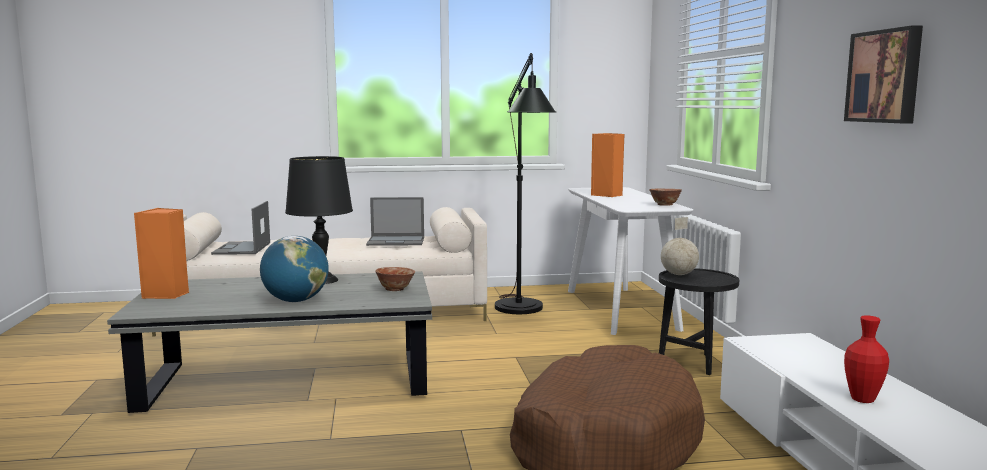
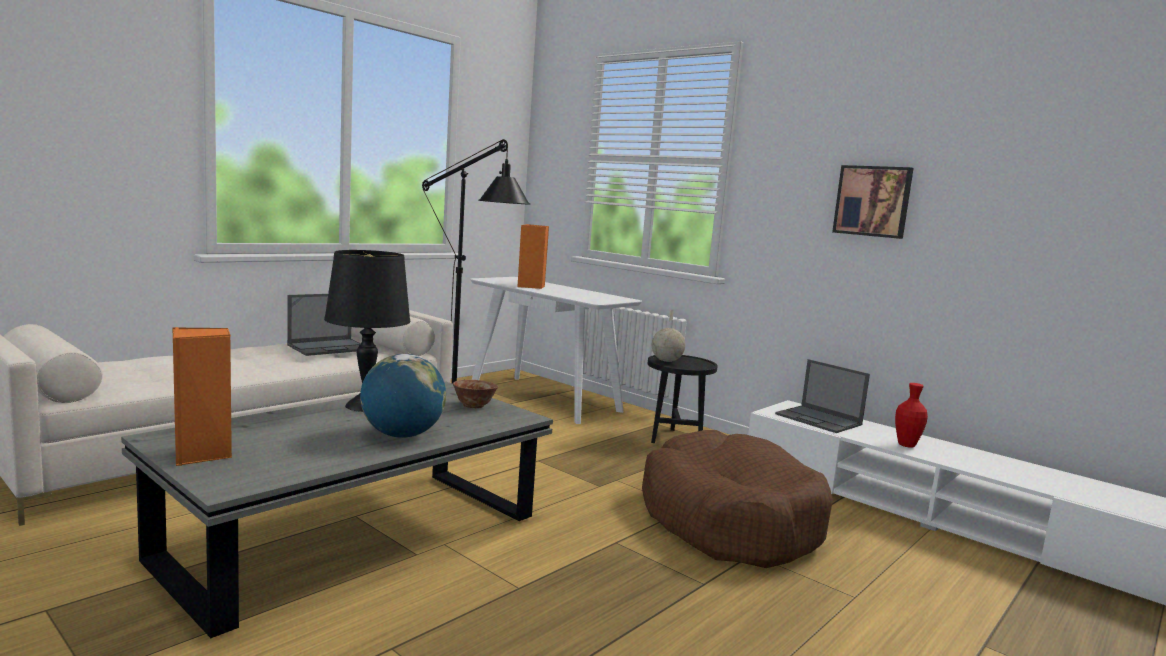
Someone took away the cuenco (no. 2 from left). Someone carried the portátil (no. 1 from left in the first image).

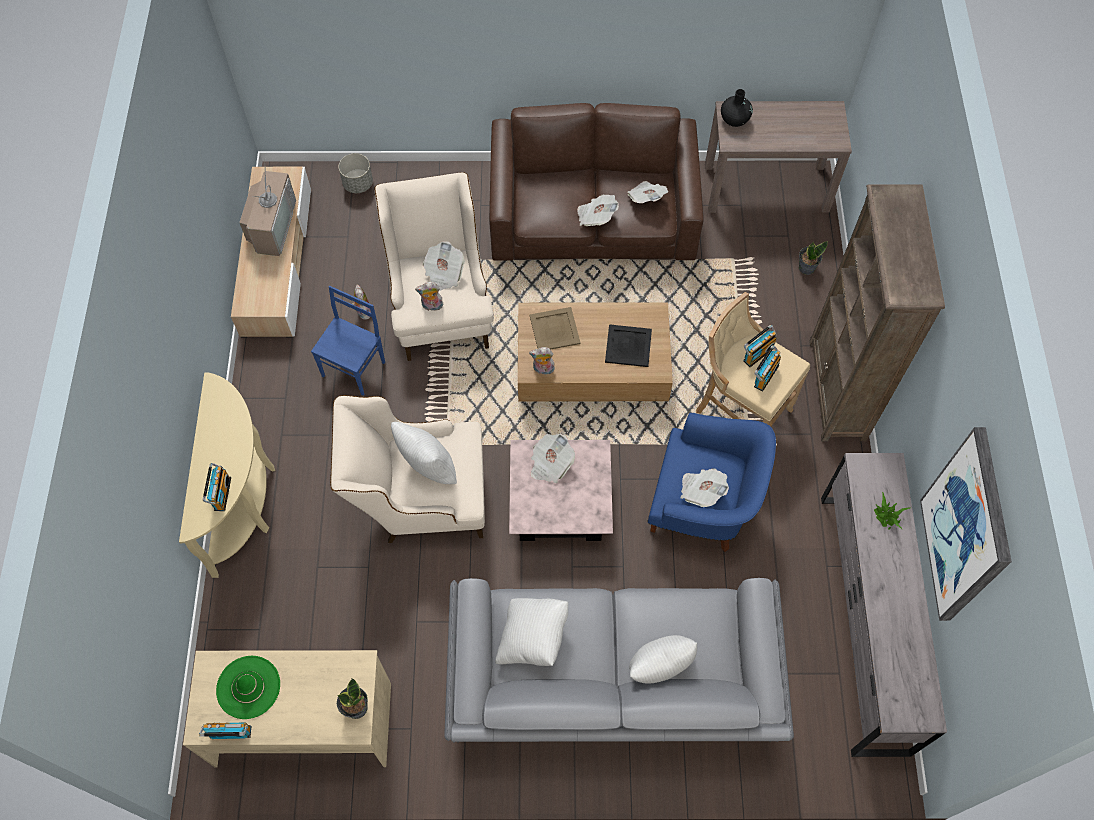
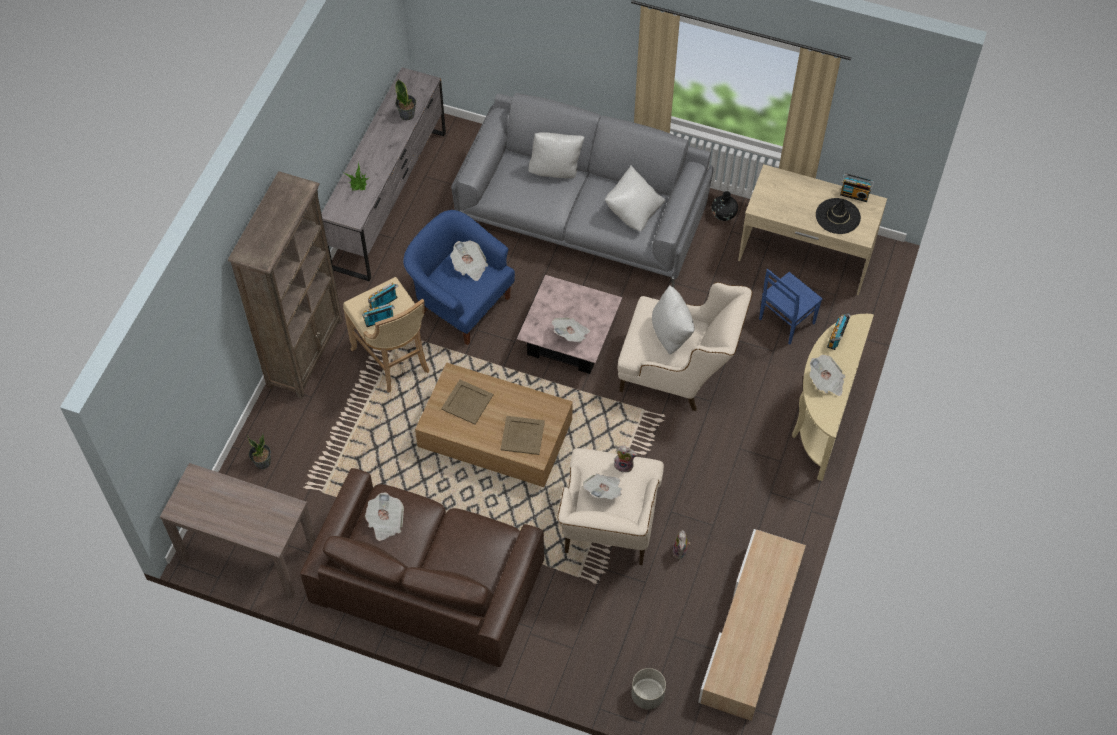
Someone carried the florero/negro. Someone took away the televisor. Someone carried the periódico (no. 3 from left in the first image). Someone carried the silla/azul. Someone repainted the bandeja/negro, which became the bandeja/beis (no. 1 from left). Someone took away the peluche (no. 3 from left). Someone took away the cuadro. Someone repainted the sombrero/verde, which became the sombrero/negro. Someone carried the planta en maceta (no. 1 from left in the first image).

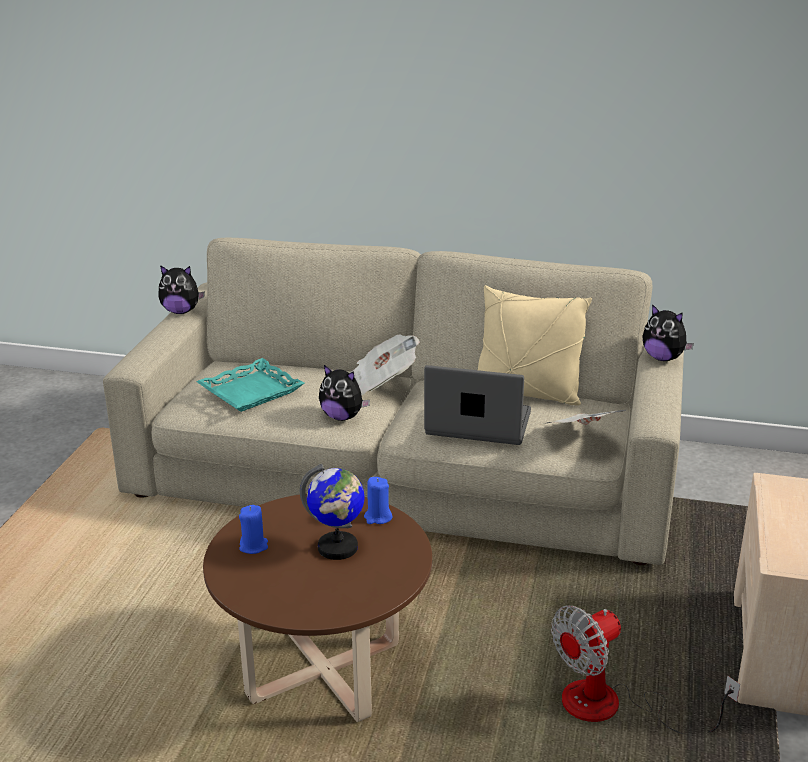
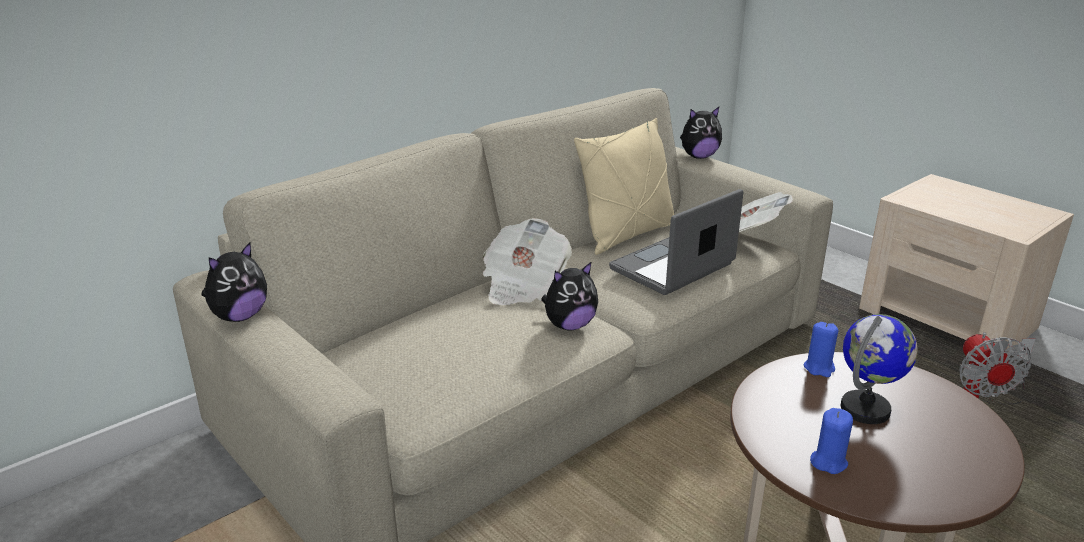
Someone took away the bandeja/turquesa.

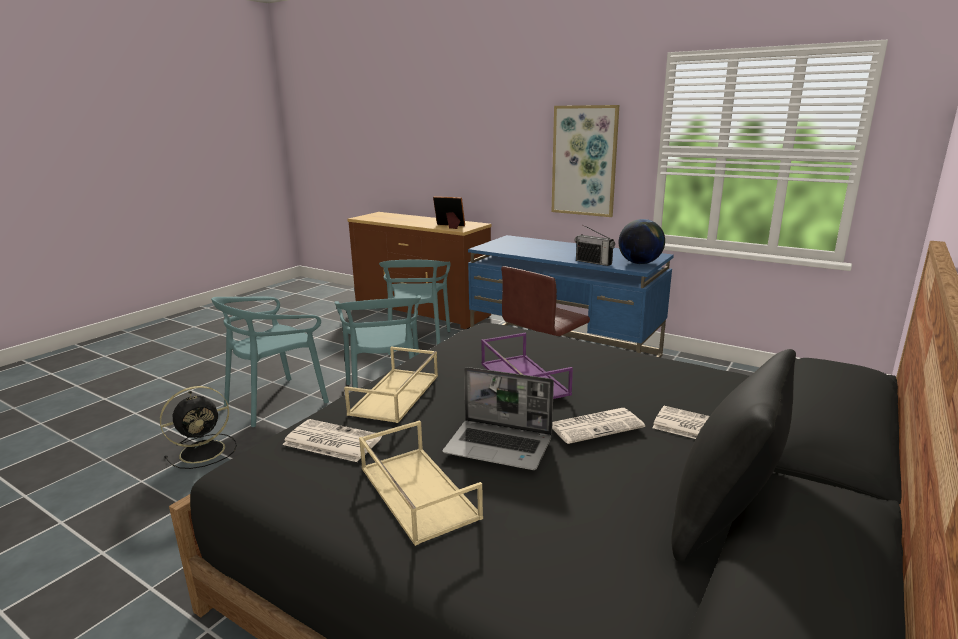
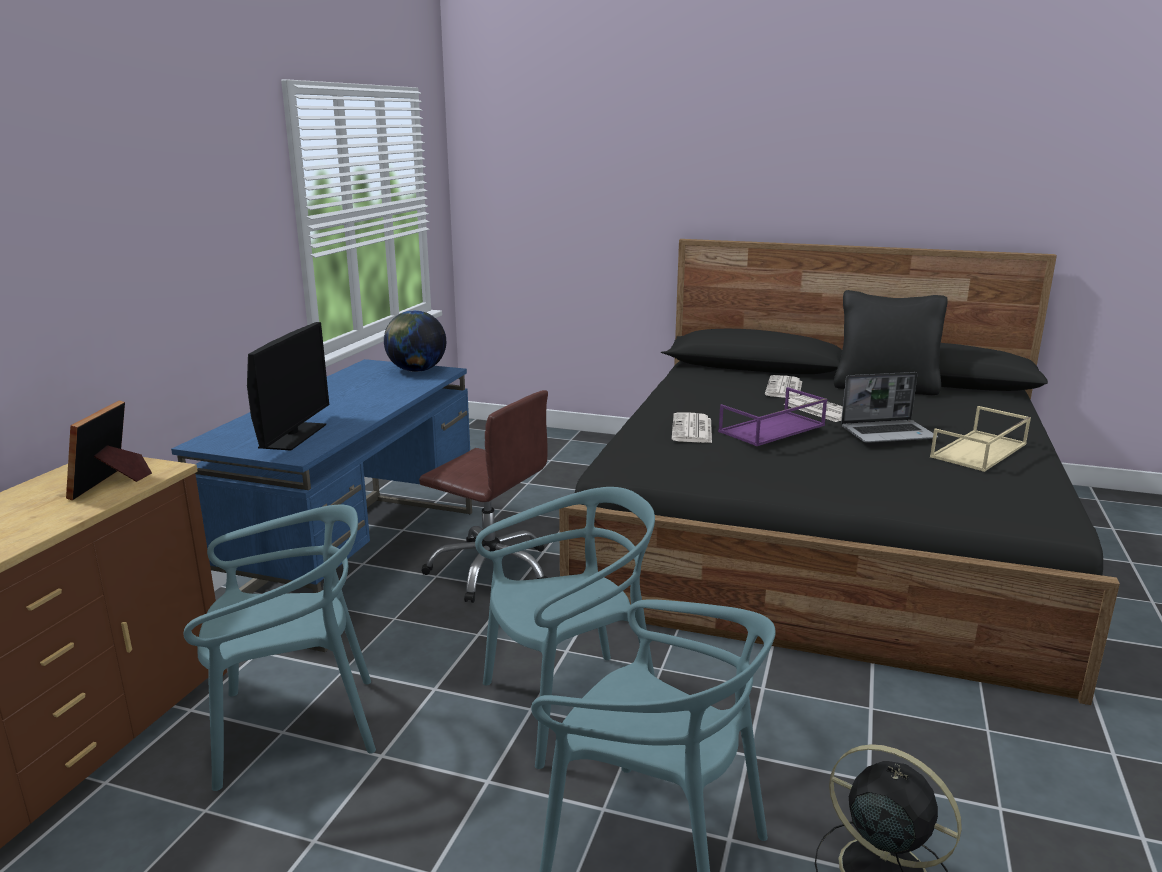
Someone took away the cuadro. Someone took away the radio. Someone took away the bandeja/beis (no. 1 from left). Someone rotated the portátil by 75 degrees clockwise. Someone carried the periódico (no. 1 from left). Someone put down the monitor.

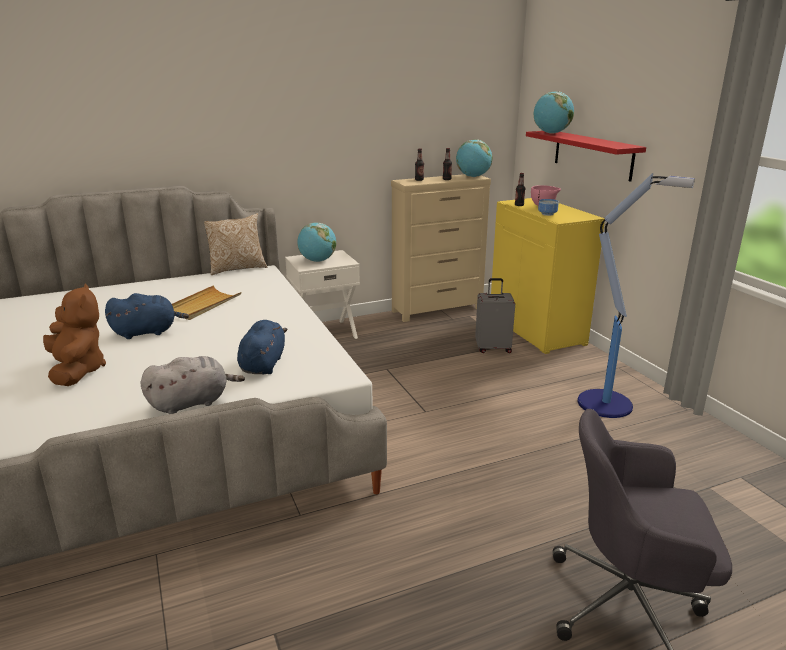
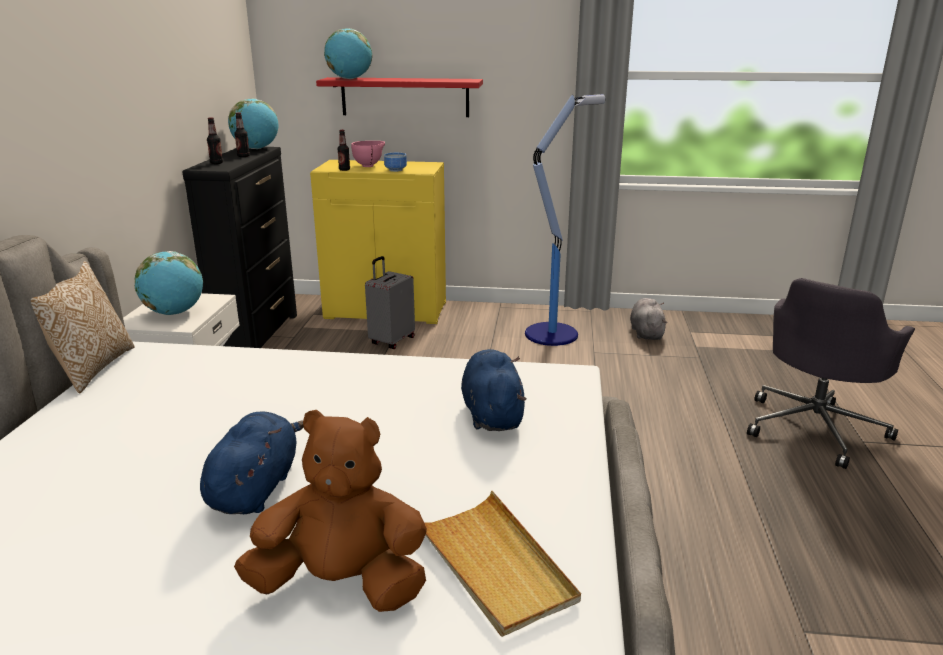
Someone repainted the cómoda/beis, which became the cómoda/negro. Someone carried the bandeja/beis. Someone rotated the peluche/azul (no. 2 from left) by 45 degrees clockwise. Someone carried the peluche/gris.

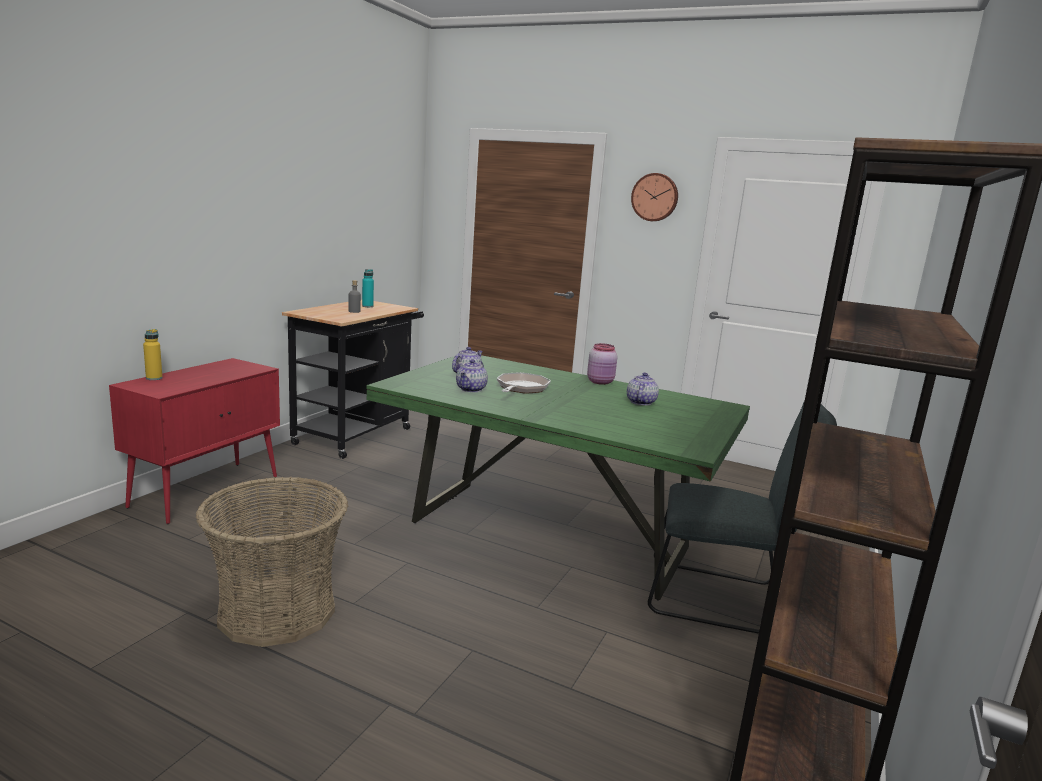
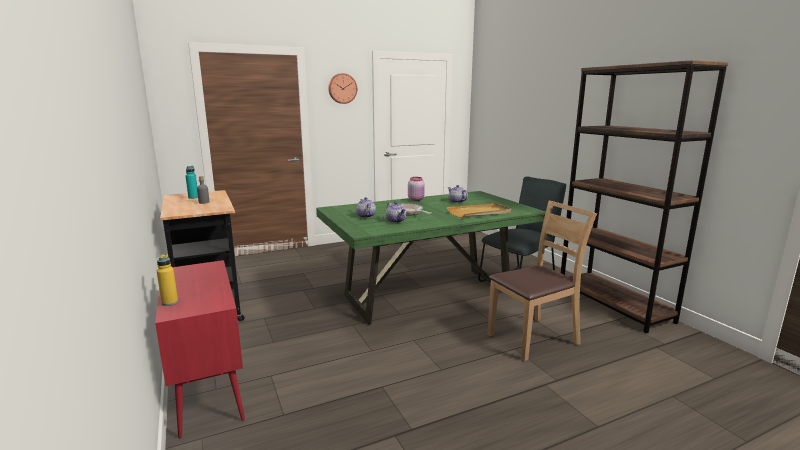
Someone took away the cesta. Someone put down the silla/marrón. Someone put down the bandeja/beis.

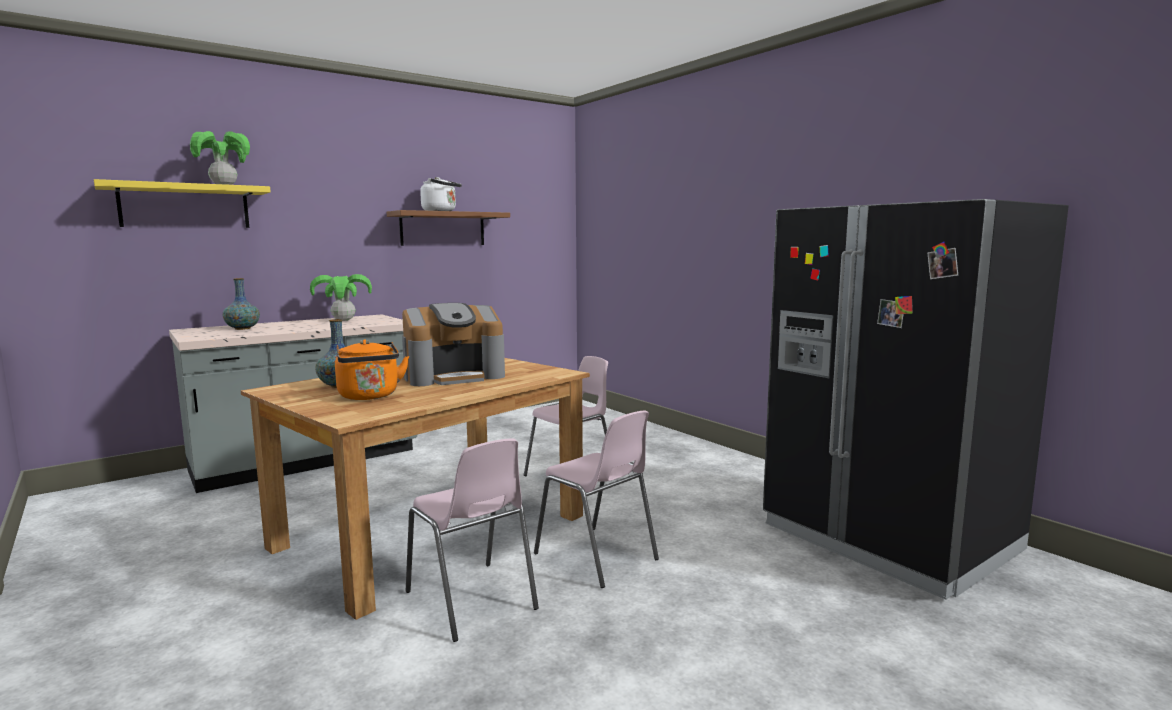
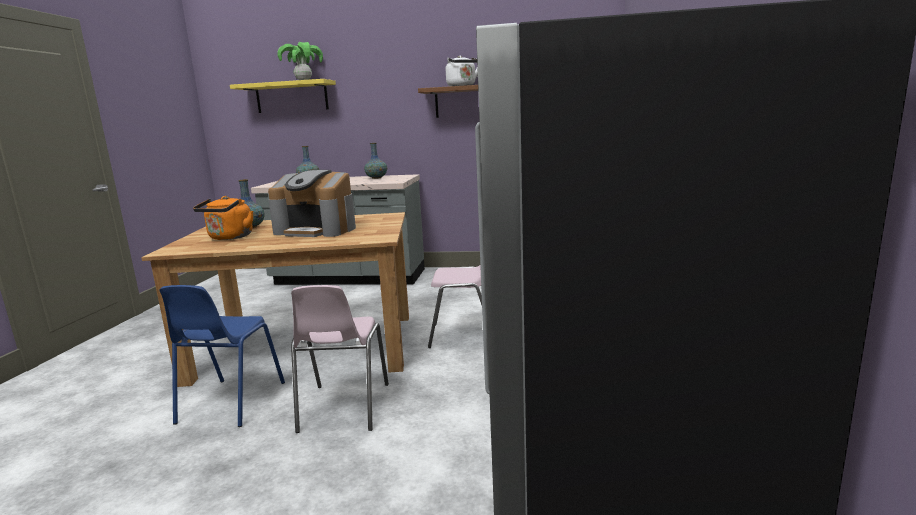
Someone swapped the planta en maceta (no. 2 from left) for the florero (no. 3 from left). Someone repainted the silla/rosa (no. 1 from left), which became the silla/azul.

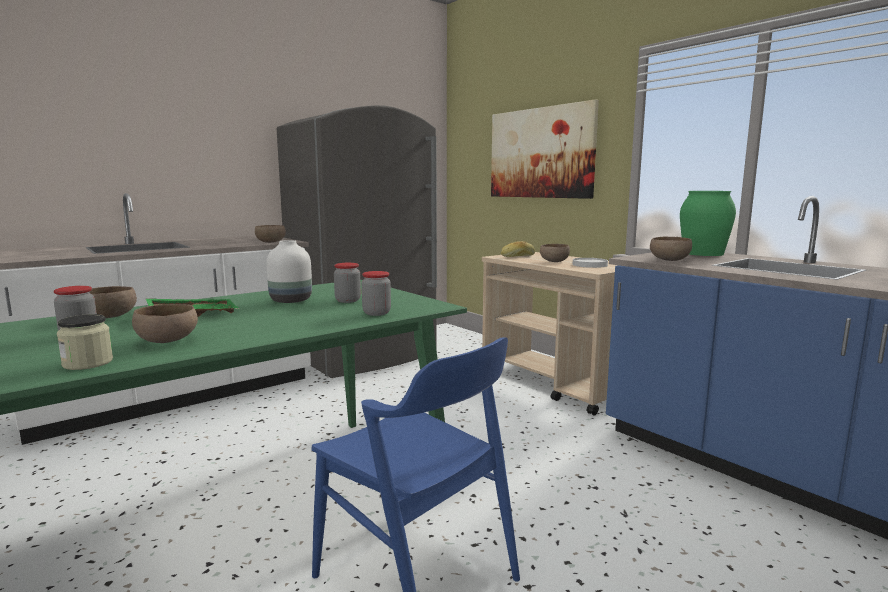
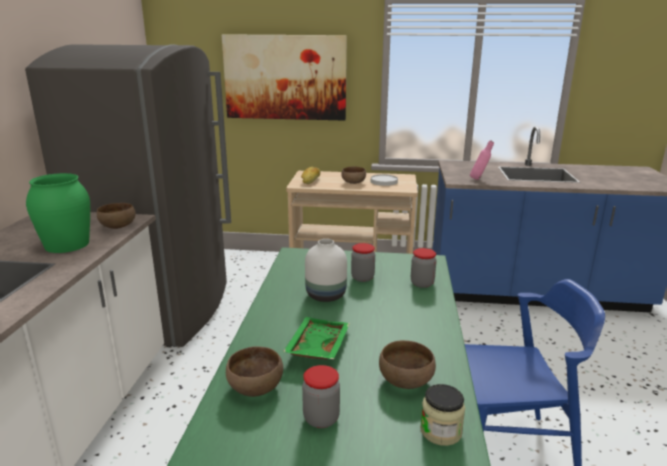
Someone carried the florero/verde. Someone swapped the cuenco/marrón (no. 5 from left) for the botella/rosa.

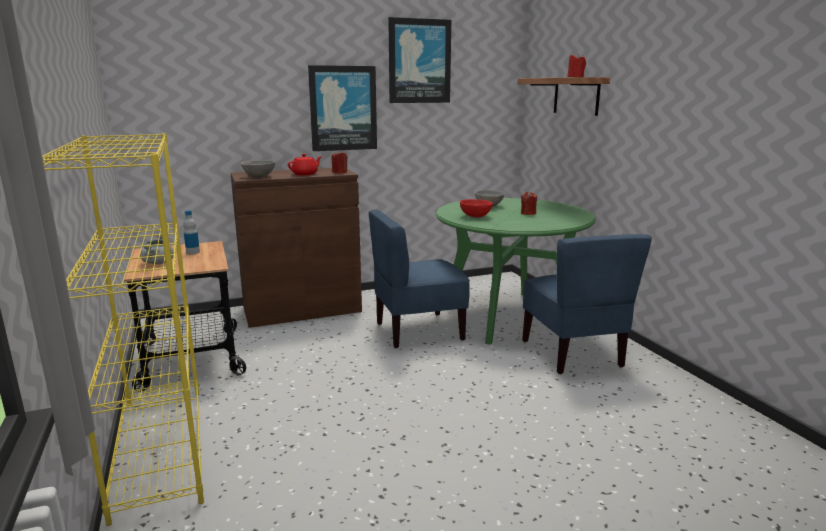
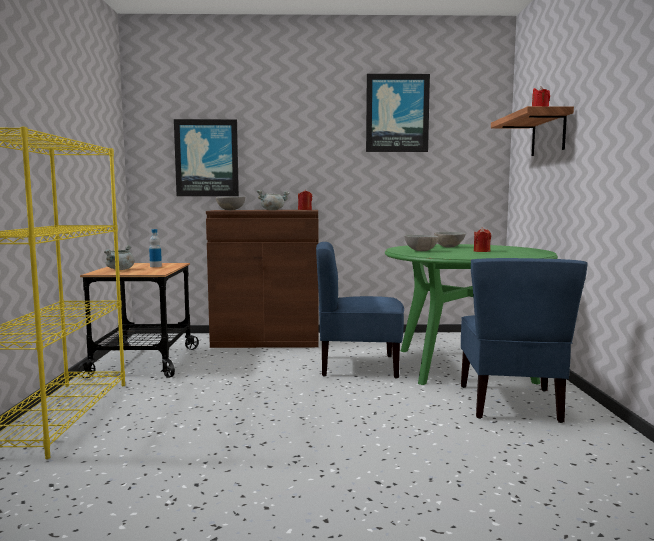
Someone carried the cuadro (no. 1 from left). Someone swapped the tetera/rojo for the olla/gris (no. 2 from left). Someone repainted the cuenco/rojo, which became the cuenco/gris (no. 2 from left).

